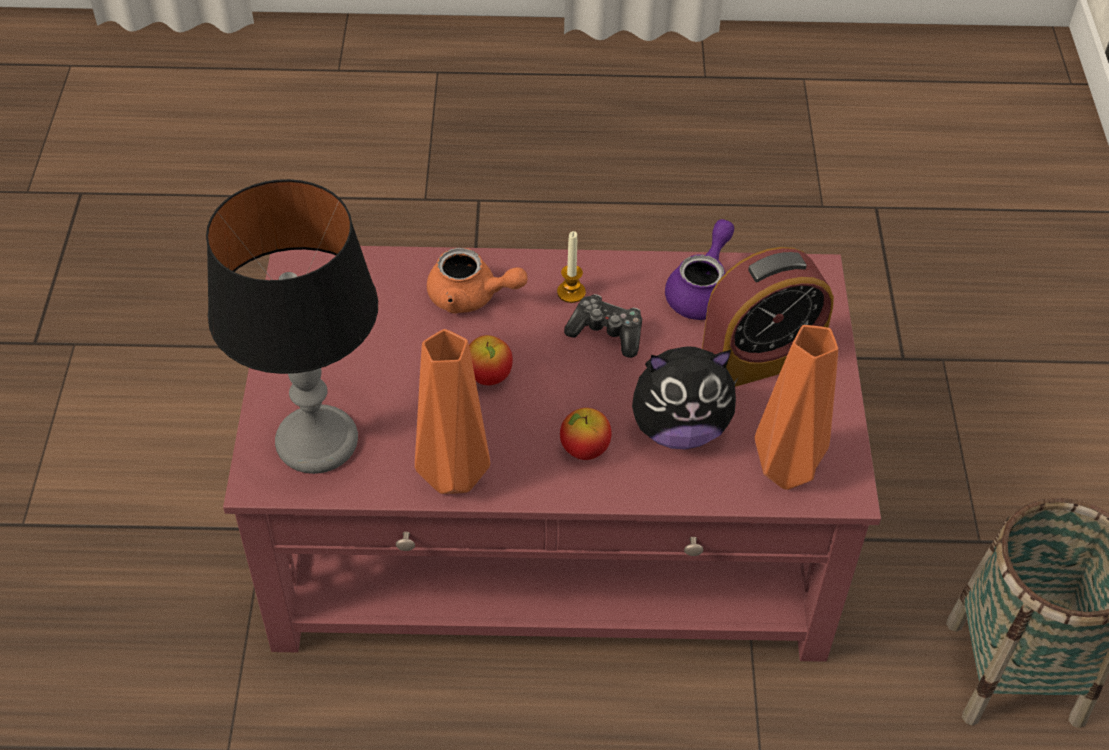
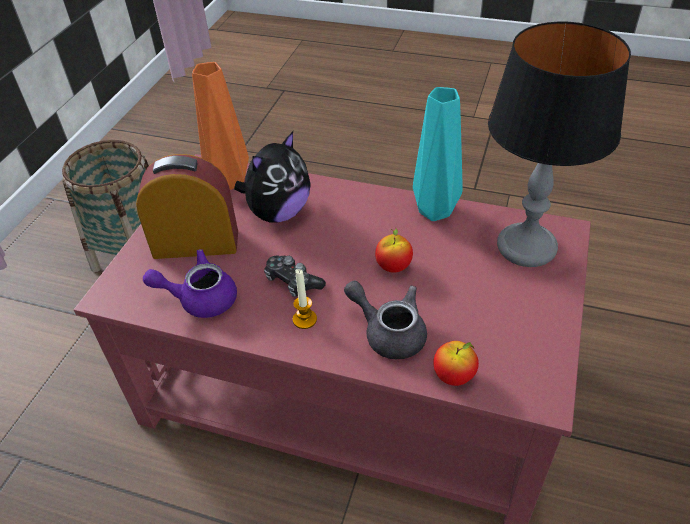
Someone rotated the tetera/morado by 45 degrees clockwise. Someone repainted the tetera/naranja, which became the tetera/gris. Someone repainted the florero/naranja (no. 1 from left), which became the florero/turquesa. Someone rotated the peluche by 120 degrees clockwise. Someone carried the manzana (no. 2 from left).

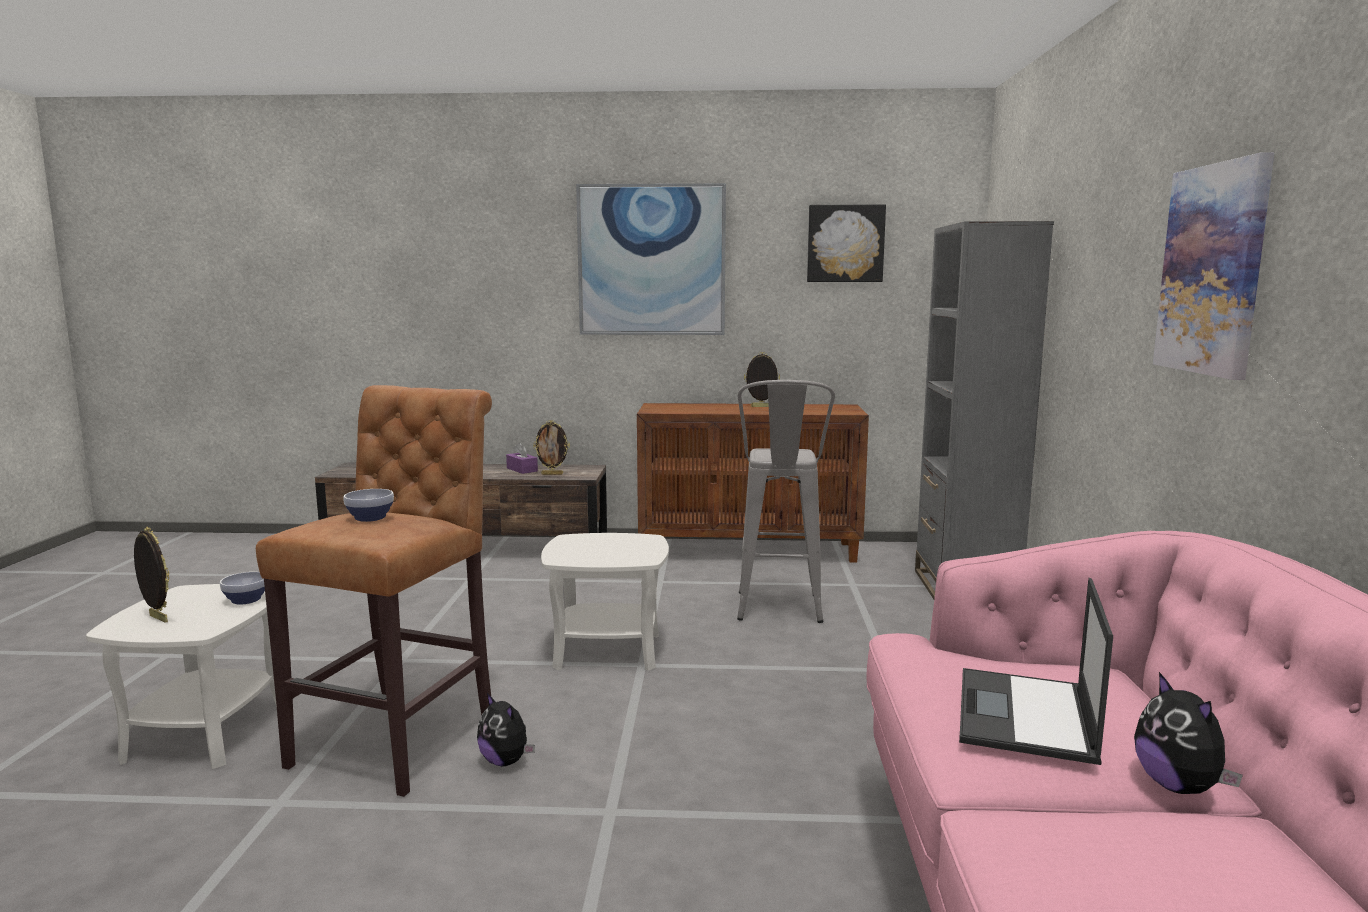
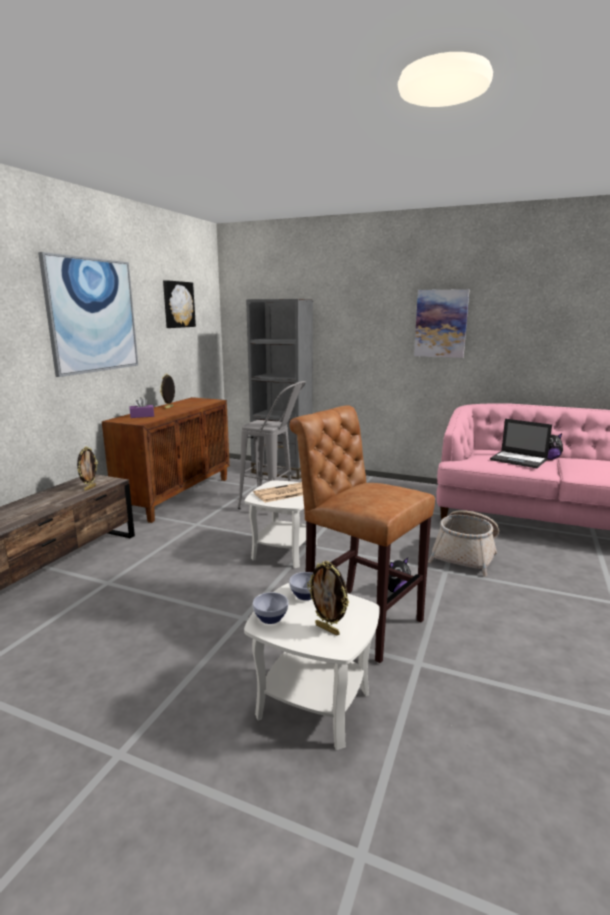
Someone carried the caja de pañuelos/morado. Someone carried the cuenco (no. 2 from left in the first image). Someone rotated the portarretratos (no. 1 from left in the first image) by 105 degrees counterclockwise. Someone put down the periódico. Someone put down the cesta.

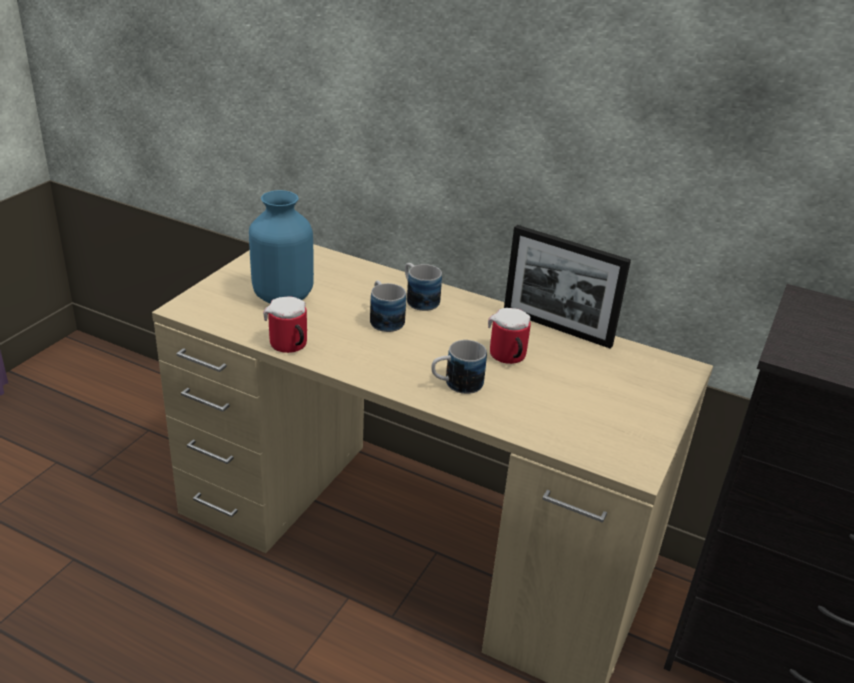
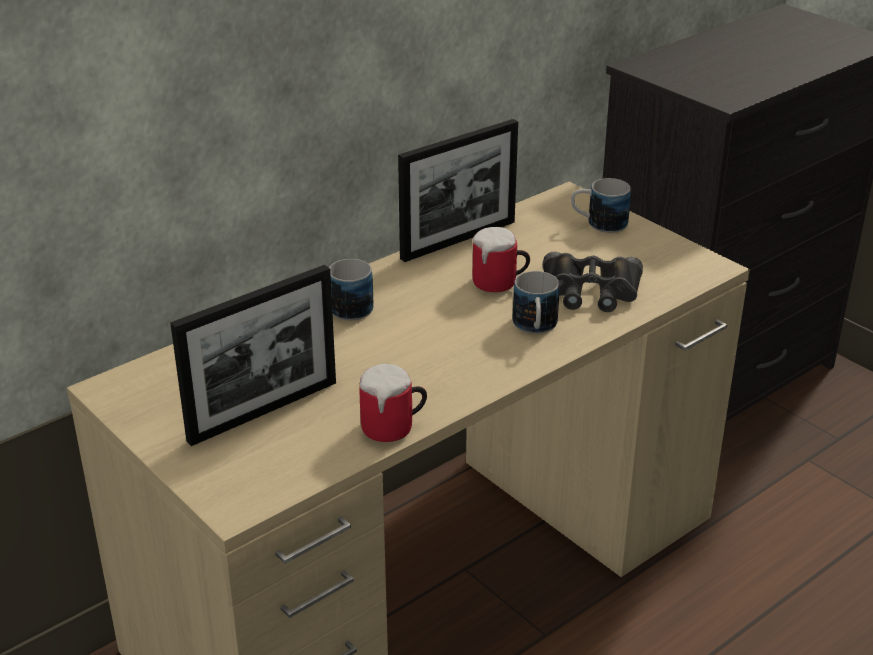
Someone swapped the florero/azul for the portarretratos (no. 1 from left). Someone carried the taza grande (no. 2 from left in the first image). Someone put down the prismáticos/negro.

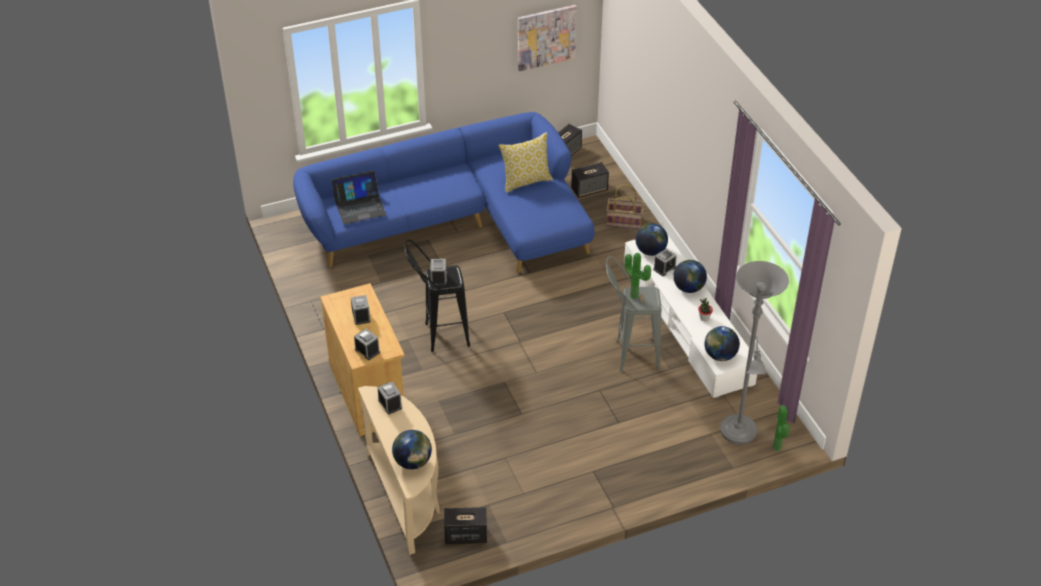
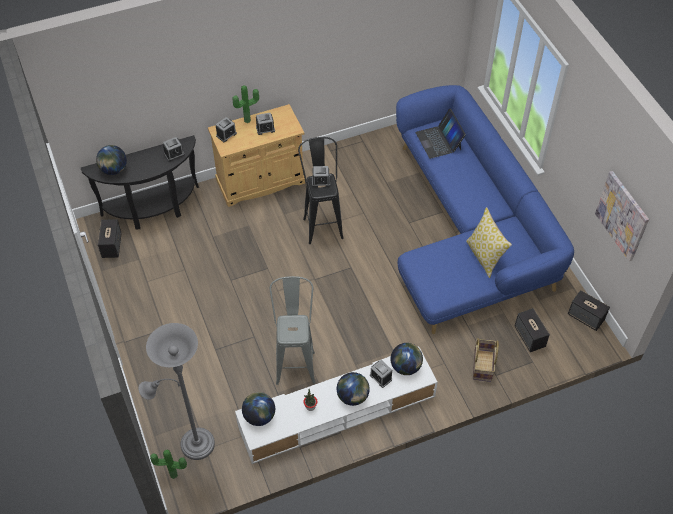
Someone carried the planta en maceta (no. 1 from left in the first image). Someone repainted the mesa consola/beis, which became the mesa consola/negro.

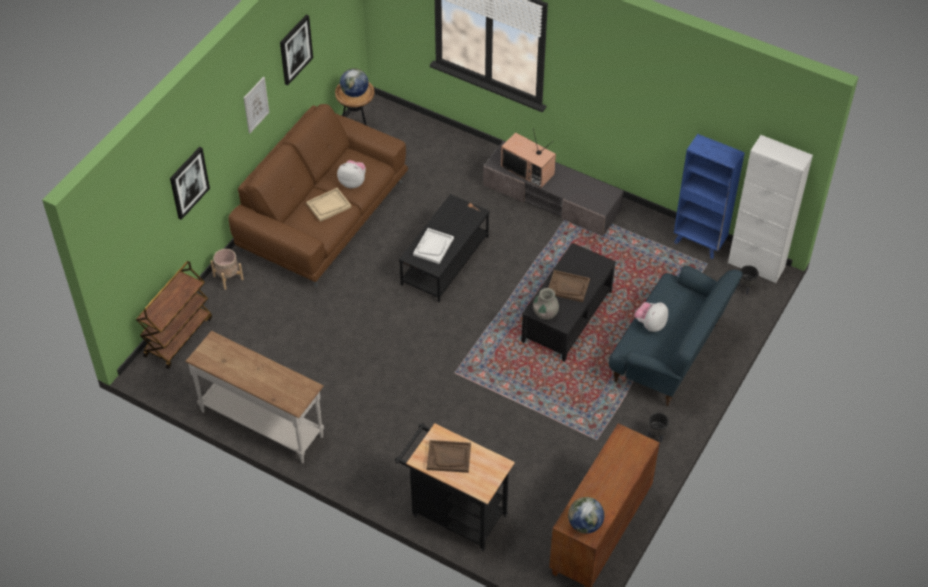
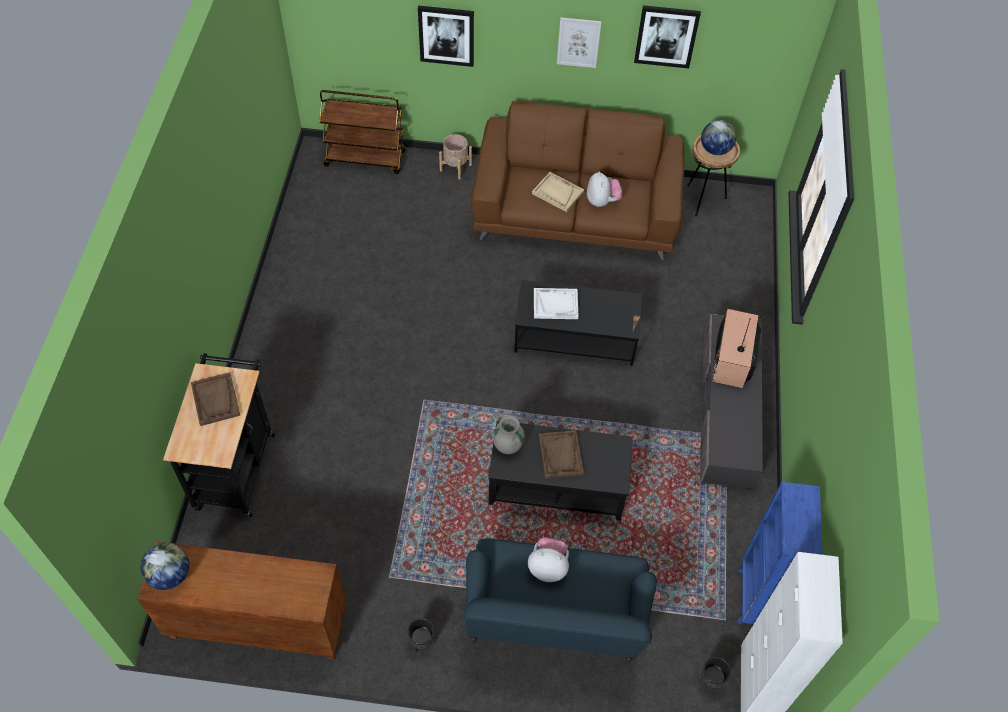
Someone took away the mesa consola/blanco.

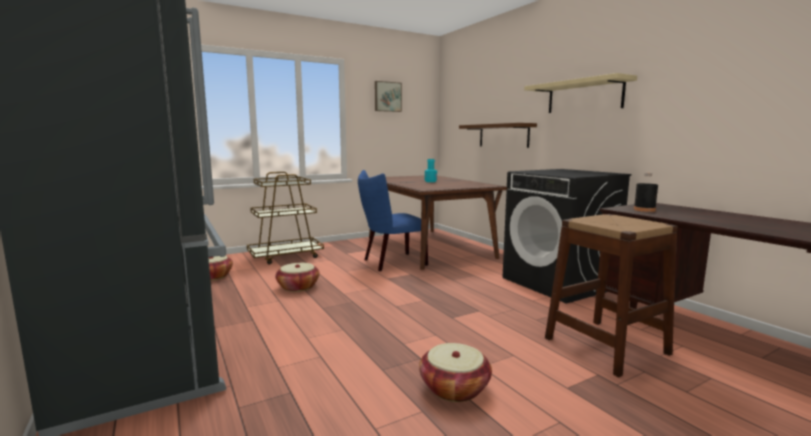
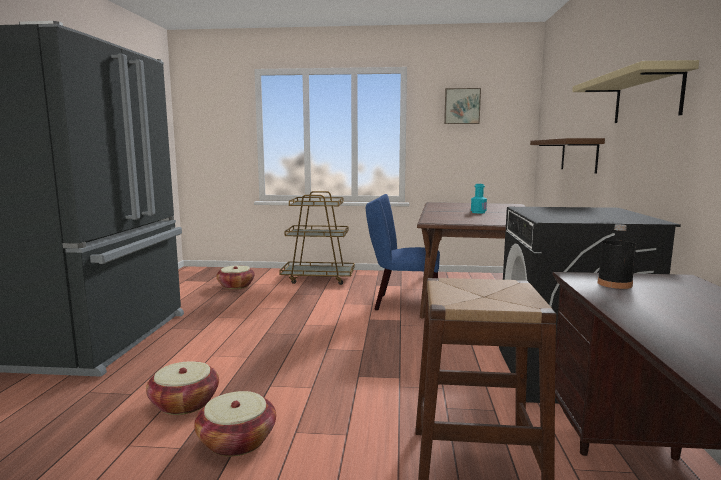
Someone carried the cesta (no. 2 from left in the first image).

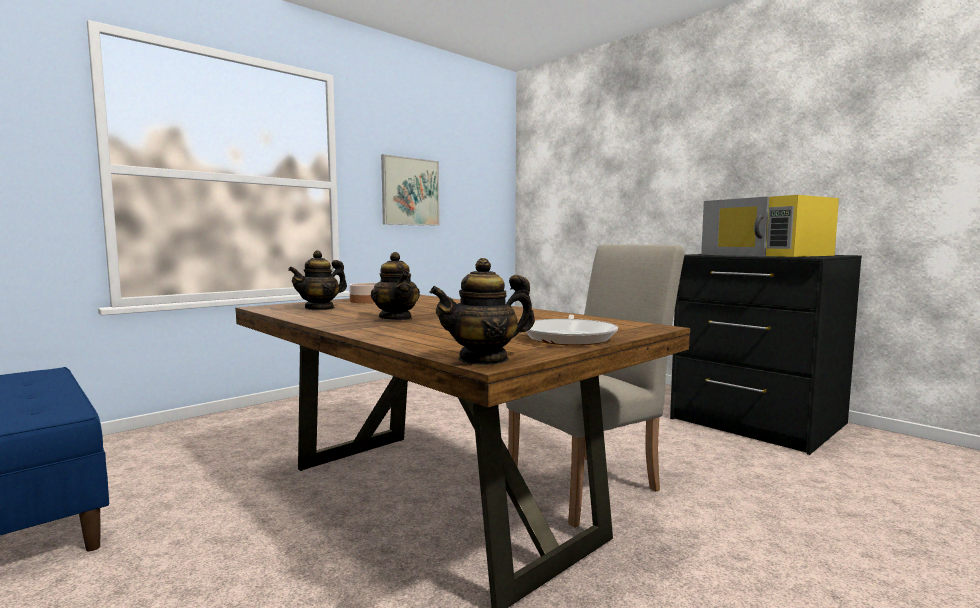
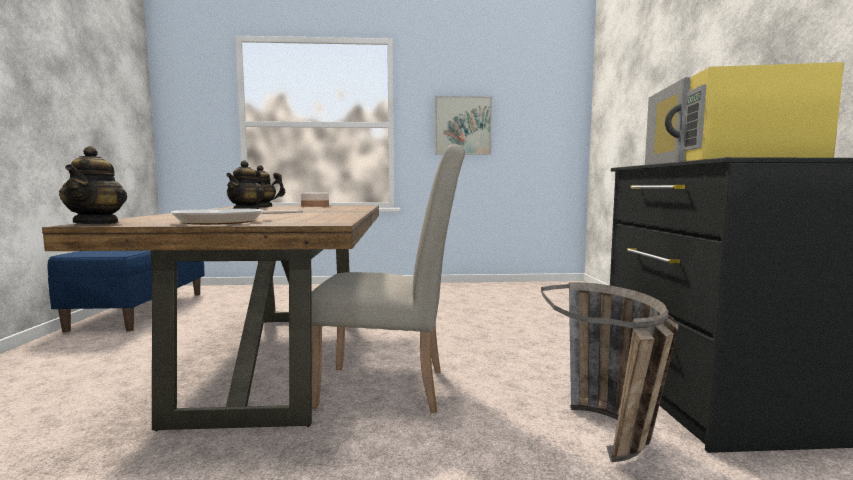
Someone rotated the tetera (no. 3 from left in the first image) by 120 degrees counterclockwise. Someone put down the cesta.

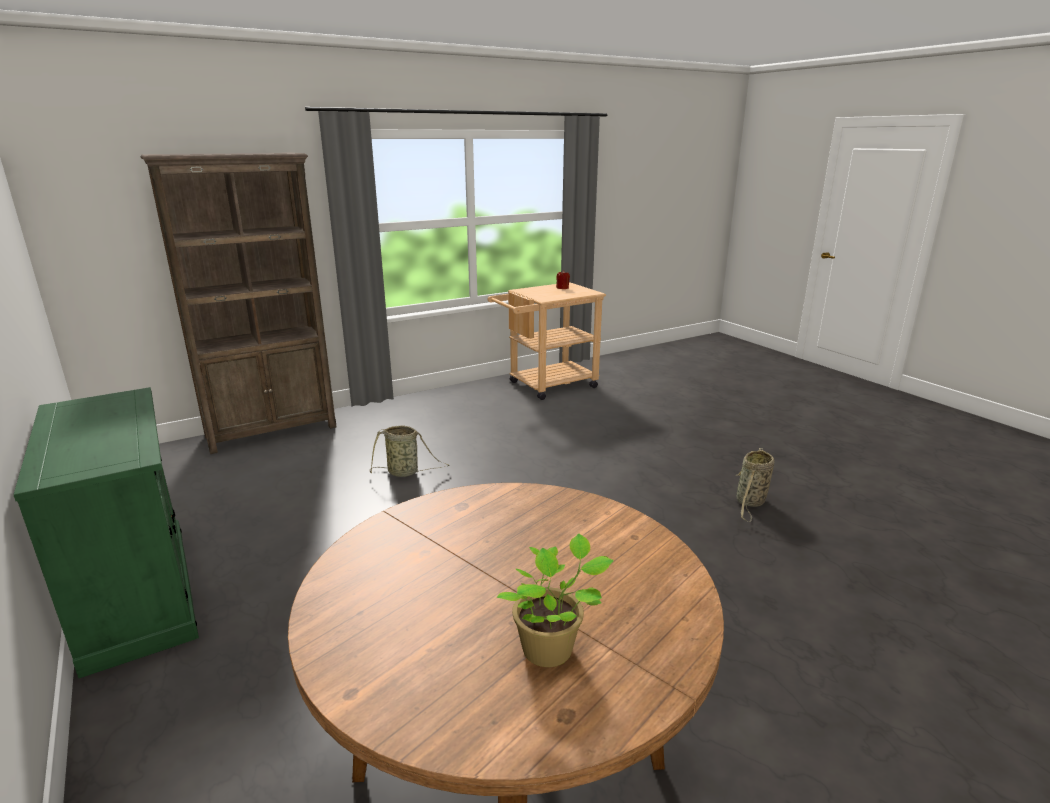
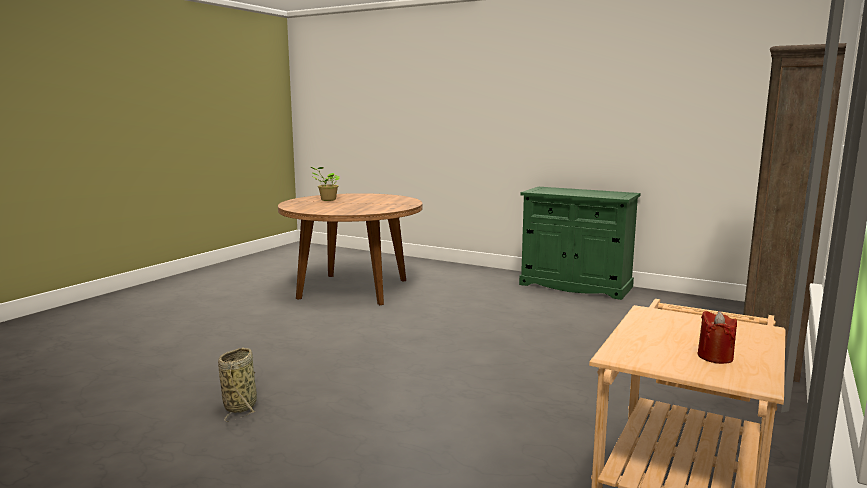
Someone took away the cesta (no. 1 from left).

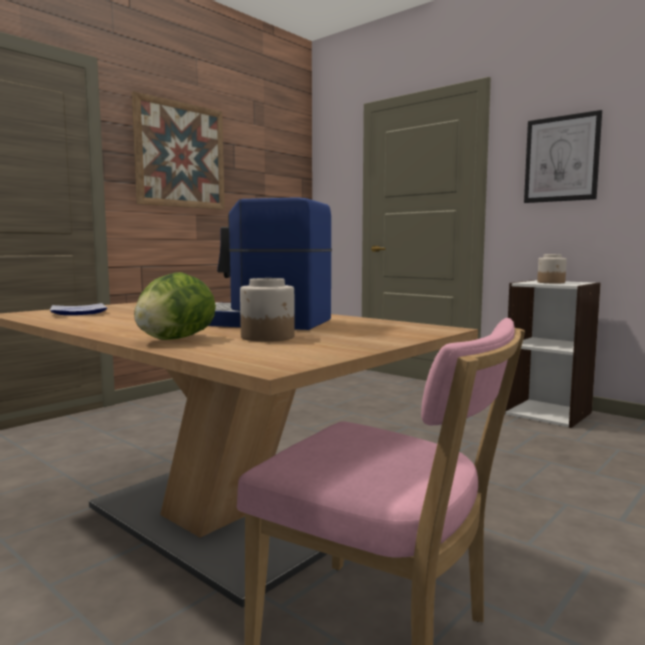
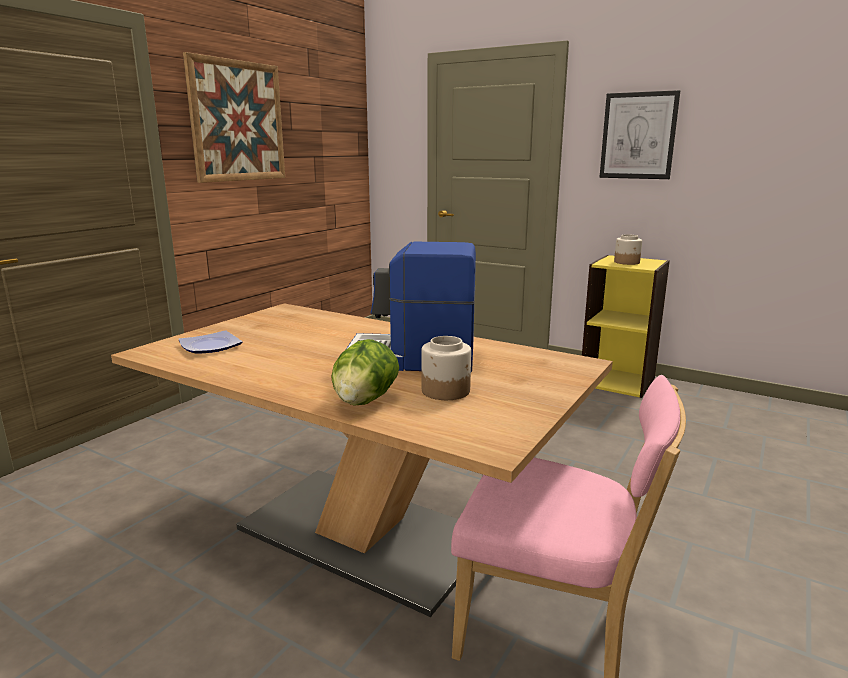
Someone repainted the estantería/blanco, which became the estantería/amarillo.

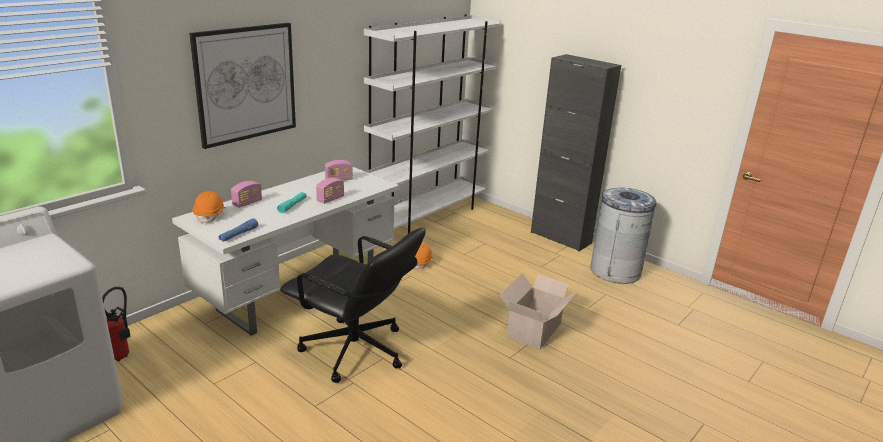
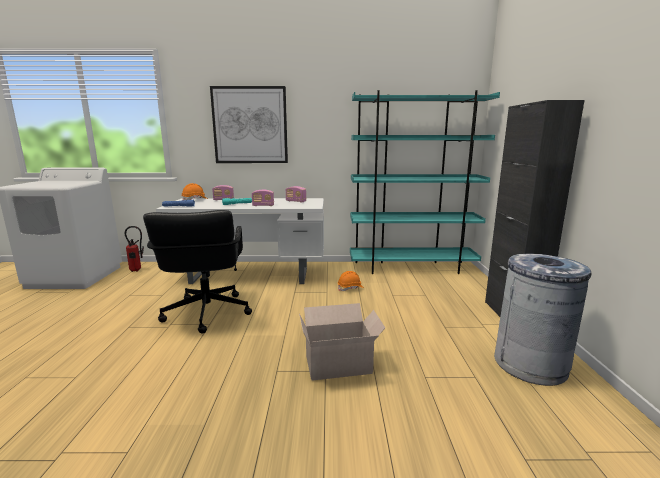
Someone repainted the estantería/blanco, which became the estantería/turquesa.

